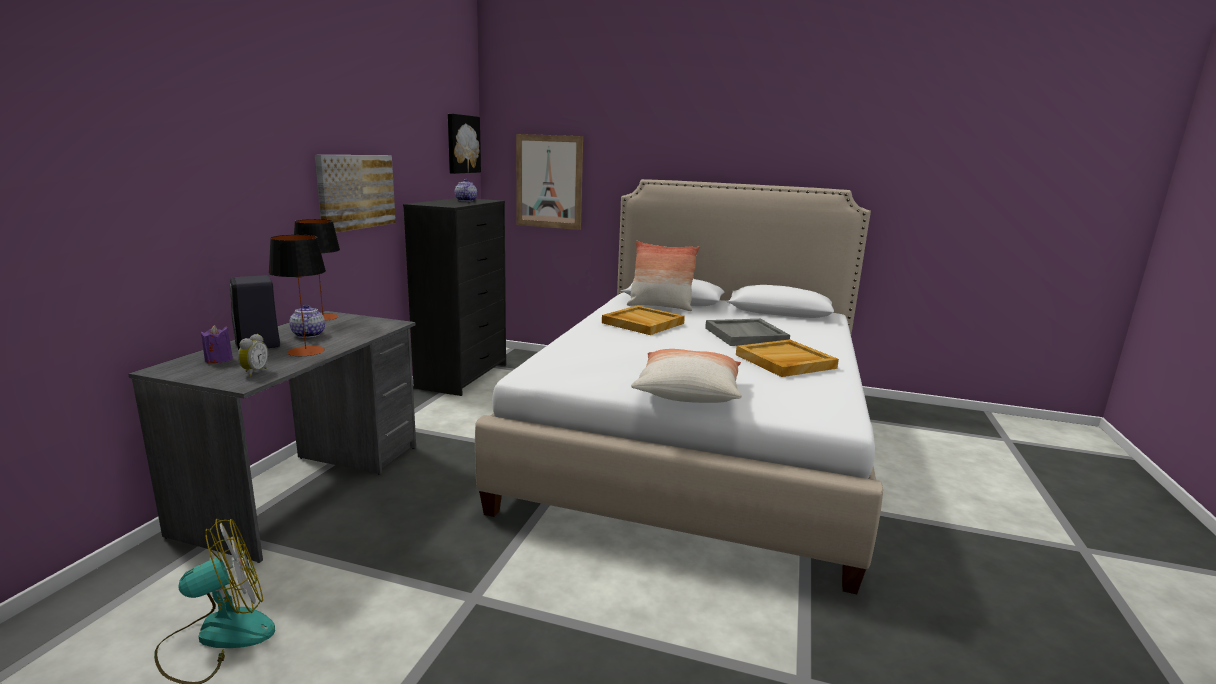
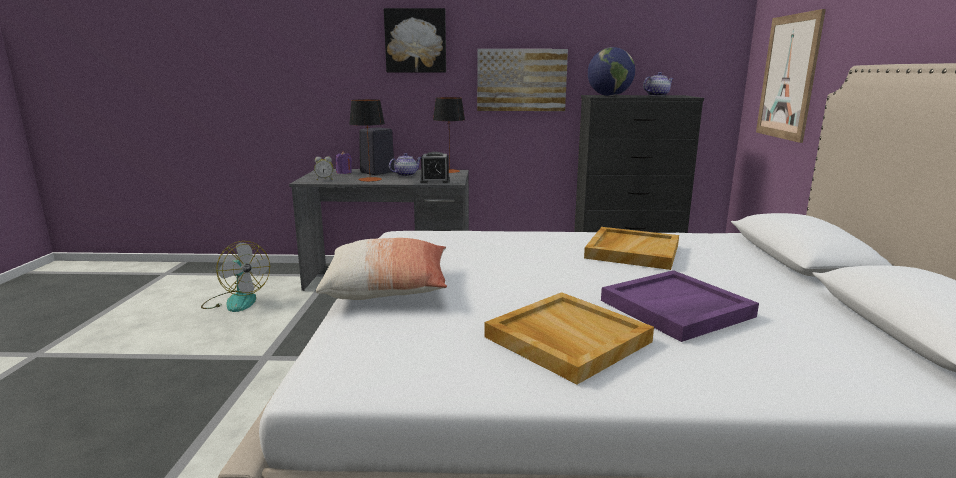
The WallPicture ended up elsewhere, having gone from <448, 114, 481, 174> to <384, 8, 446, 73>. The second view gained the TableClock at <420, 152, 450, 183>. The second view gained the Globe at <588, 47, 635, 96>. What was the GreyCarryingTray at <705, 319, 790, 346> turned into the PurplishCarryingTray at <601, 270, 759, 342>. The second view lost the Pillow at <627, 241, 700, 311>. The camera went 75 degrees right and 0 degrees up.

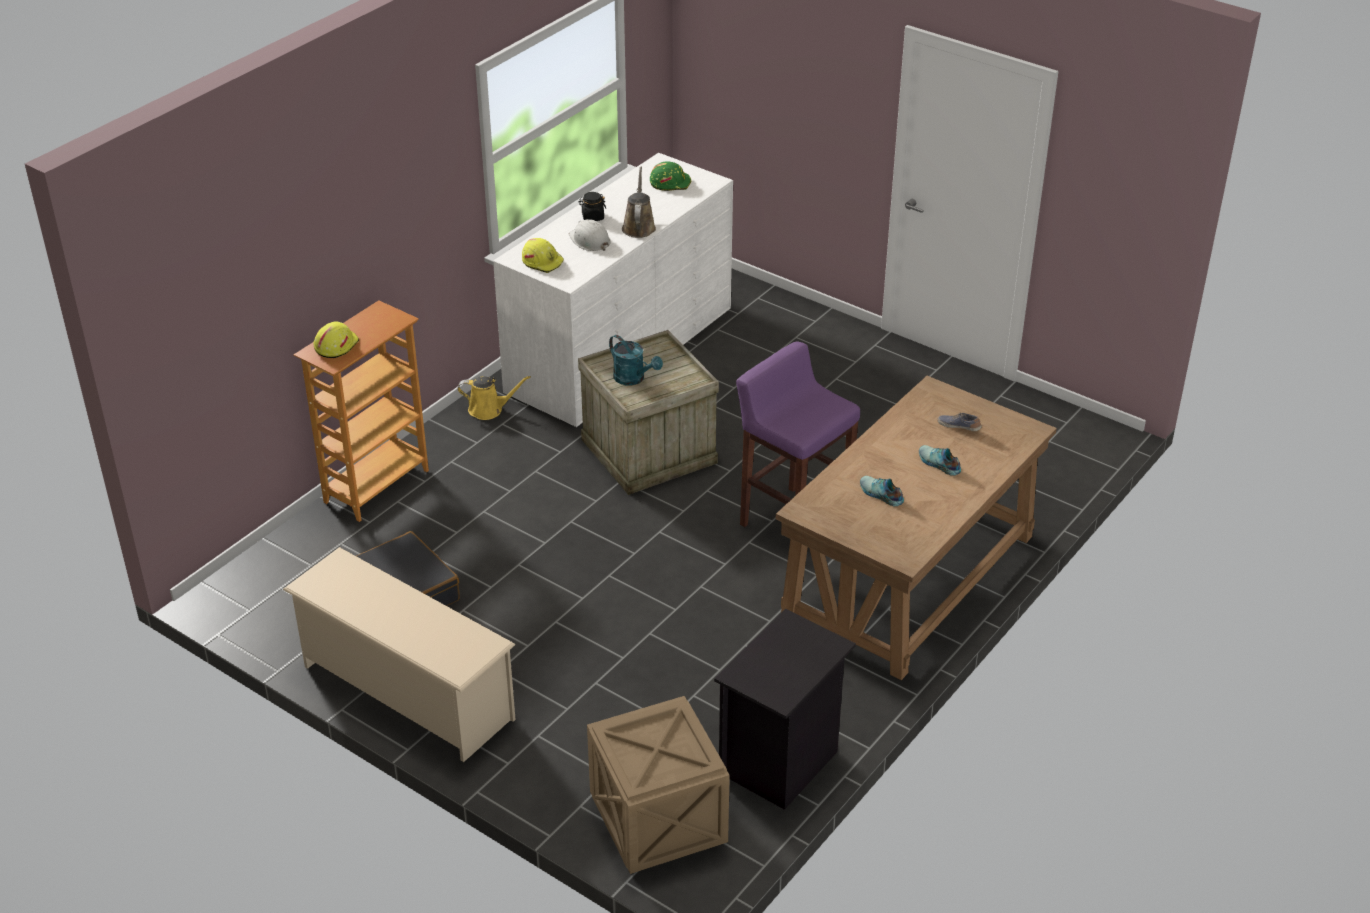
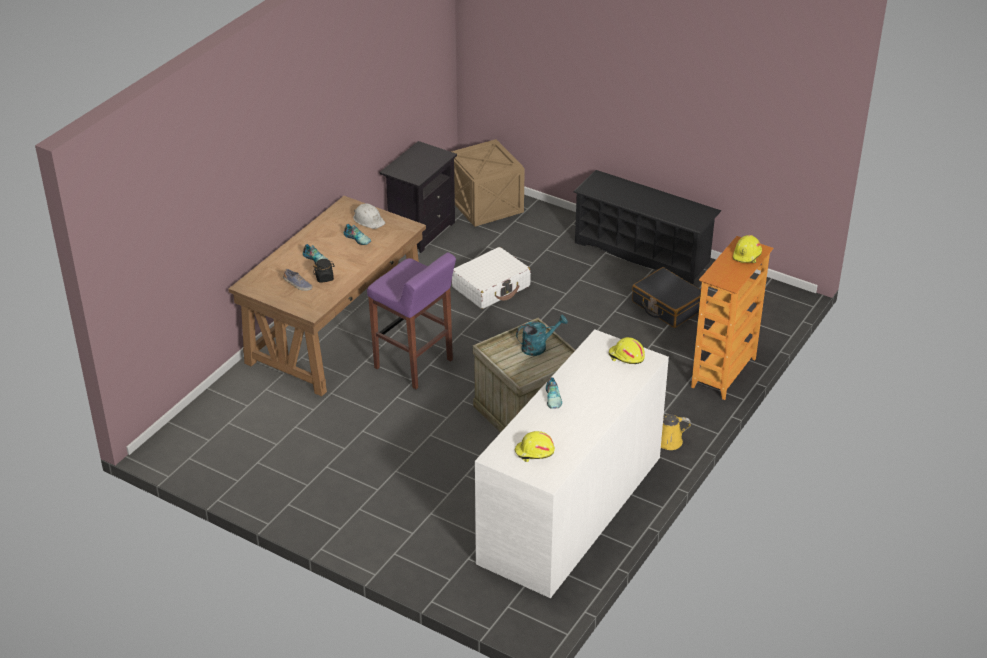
The BlackStorageJar ended up elsewhere, having gone from <579, 192, 606, 221> to <313, 259, 335, 283>. The WhiteColouredHardHat ended up elsewhere, having gone from <569, 219, 611, 251> to <353, 204, 385, 229>. The second view gained the WhiteColouredPieceOfLuggage at <452, 247, 531, 309>. What was the GreenHardHat at <650, 161, 691, 191> turned into the YellowHardHat at <515, 431, 555, 462>. The TurquoiseWateringCan at <609, 335, 663, 385> ended up facing another way, 120 degrees clockwise from before. Where the BrownWateringCan stood at <622, 167, 656, 238>, the Shoe came to stand at <546, 377, 562, 409>. What was the BeigeShoeRack at <283, 547, 516, 762> turned into the BlackShoeRack at <573, 170, 721, 284>. The camera went 175 degrees right and 0 degrees up.

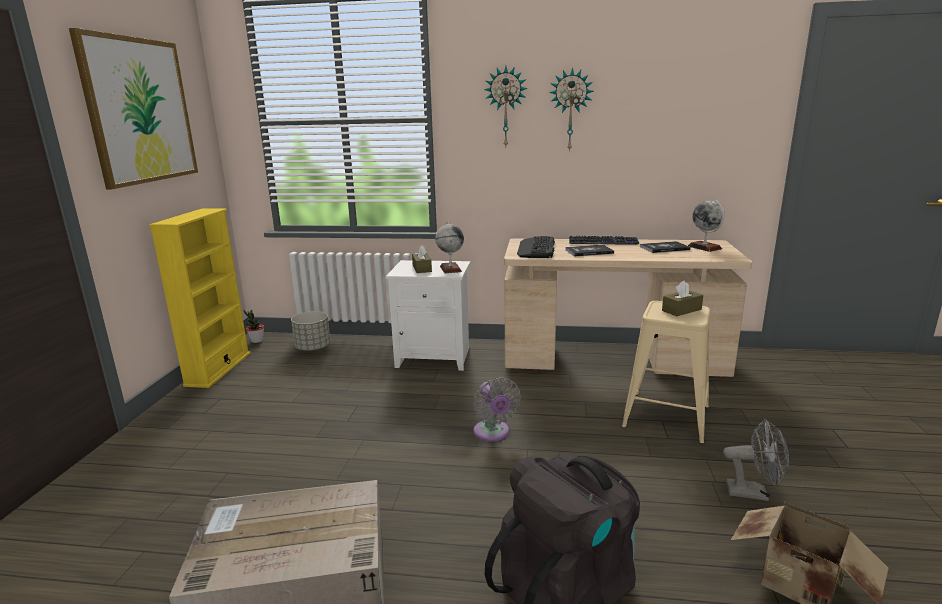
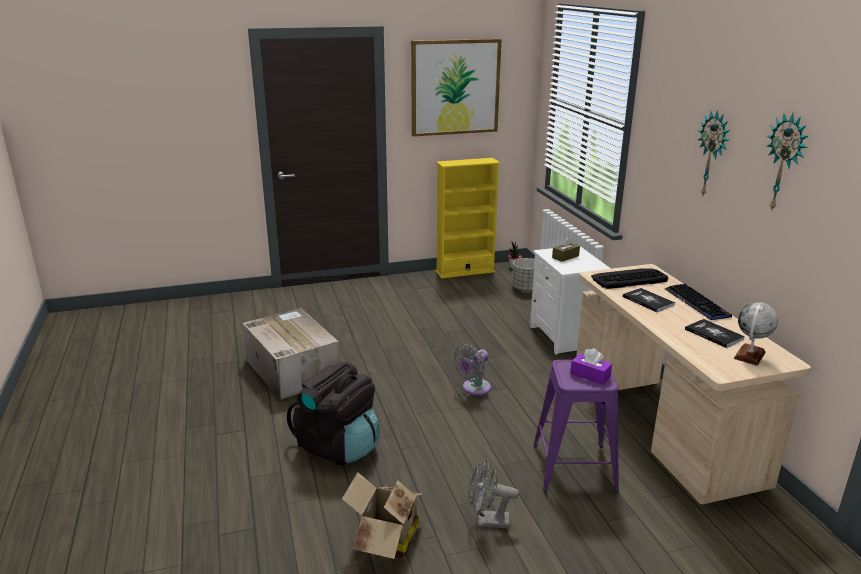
The GreyCoolingFan at <723, 419, 789, 501> ended up facing another way, 105 degrees clockwise from before. What was the BeigeStoolSeat at <622, 301, 710, 444> turned into the PurplishStoolSeat at <533, 360, 619, 492>. What was the BrownBoxOfTissues at <662, 281, 703, 316> turned into the PurplishBoxOfTissues at <570, 348, 612, 385>. The HangingClock ended up elsewhere, having gone from <484, 66, 528, 147> to <767, 113, 808, 212>. The second view lost the Globe at <435, 222, 464, 273>. The camera went 65 degrees right and 5 degrees up.

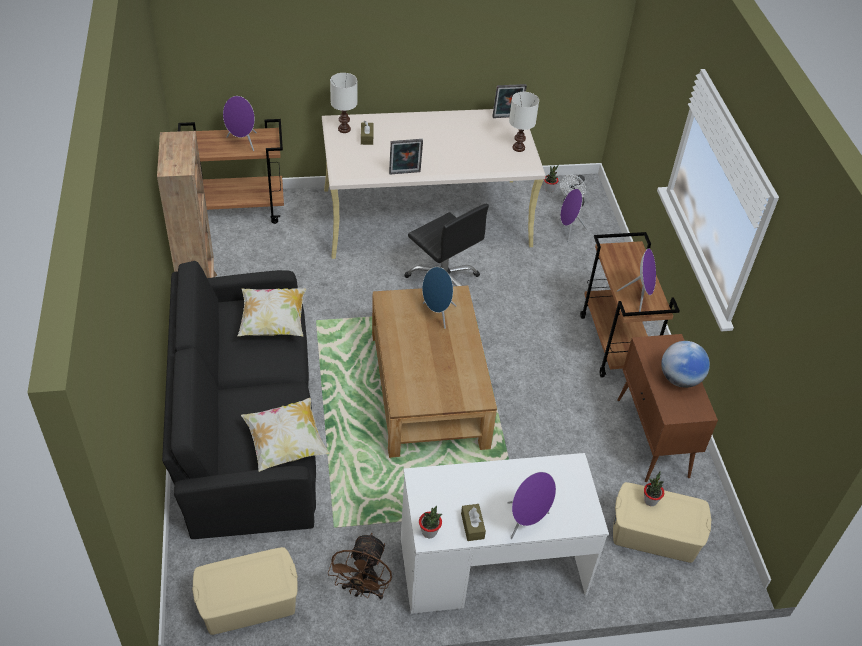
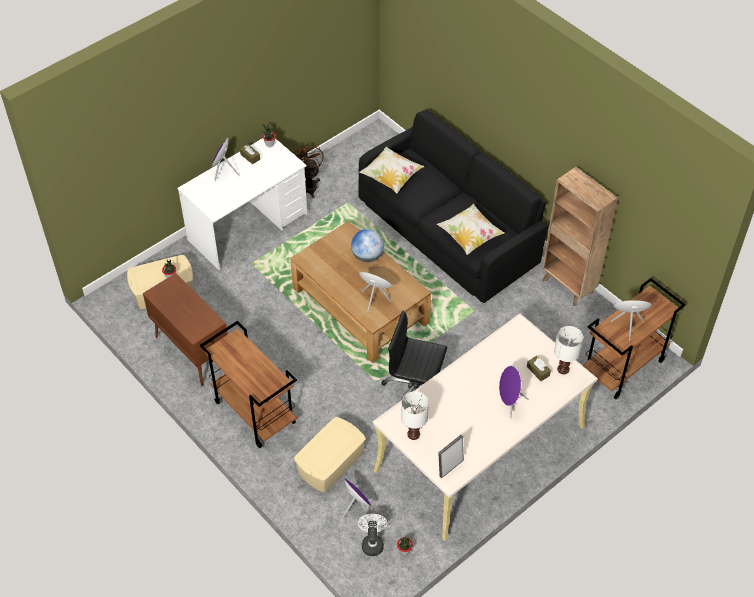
The BeigeStorageContainer ended up elsewhere, having gone from <192, 547, 298, 635> to <294, 417, 366, 493>. The Globe ended up elsewhere, having gone from <661, 341, 710, 388> to <351, 229, 384, 262>. The PurplishLoudspeaker ended up elsewhere, having gone from <617, 248, 656, 312> to <499, 366, 529, 418>. The second view lost the PhotoFrame at <389, 139, 423, 175>. The camera went 150 degrees right and 5 degrees up.

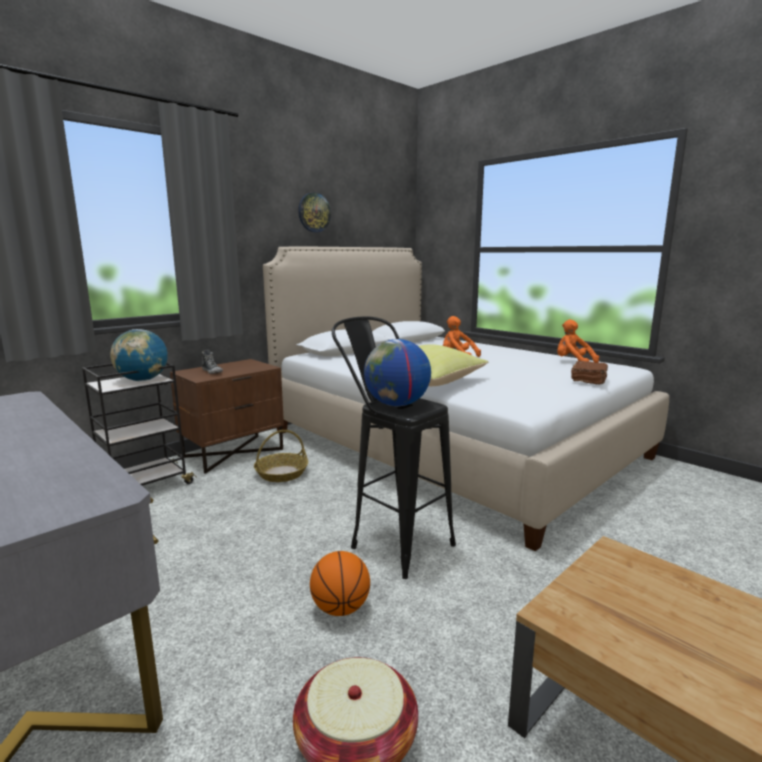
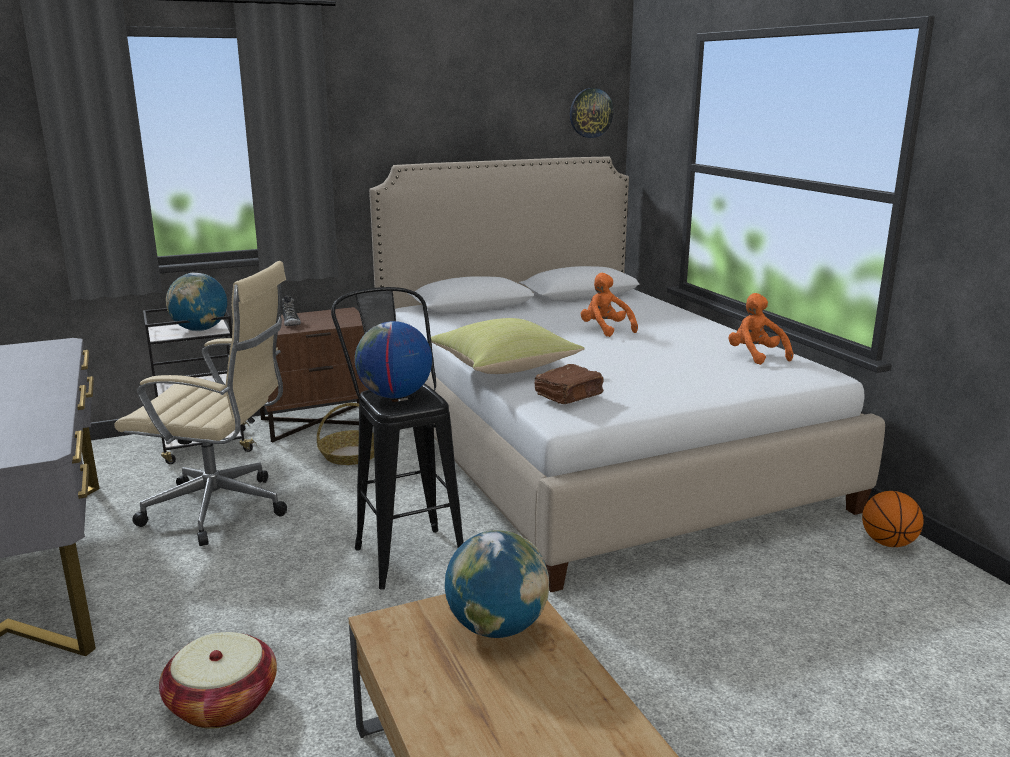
The second view gained the BeigeOfficeChair at <114, 261, 287, 546>. The second view gained the Globe at <445, 530, 549, 638>. The BrownVolume ended up elsewhere, having gone from <571, 360, 608, 384> to <534, 364, 604, 404>. The HangingClock ended up elsewhere, having gone from <298, 192, 331, 232> to <570, 88, 614, 138>. The BallForBasketball ended up elsewhere, having gone from <310, 551, 370, 616> to <862, 491, 924, 547>. The camera went 20 degrees right and 5 degrees up.

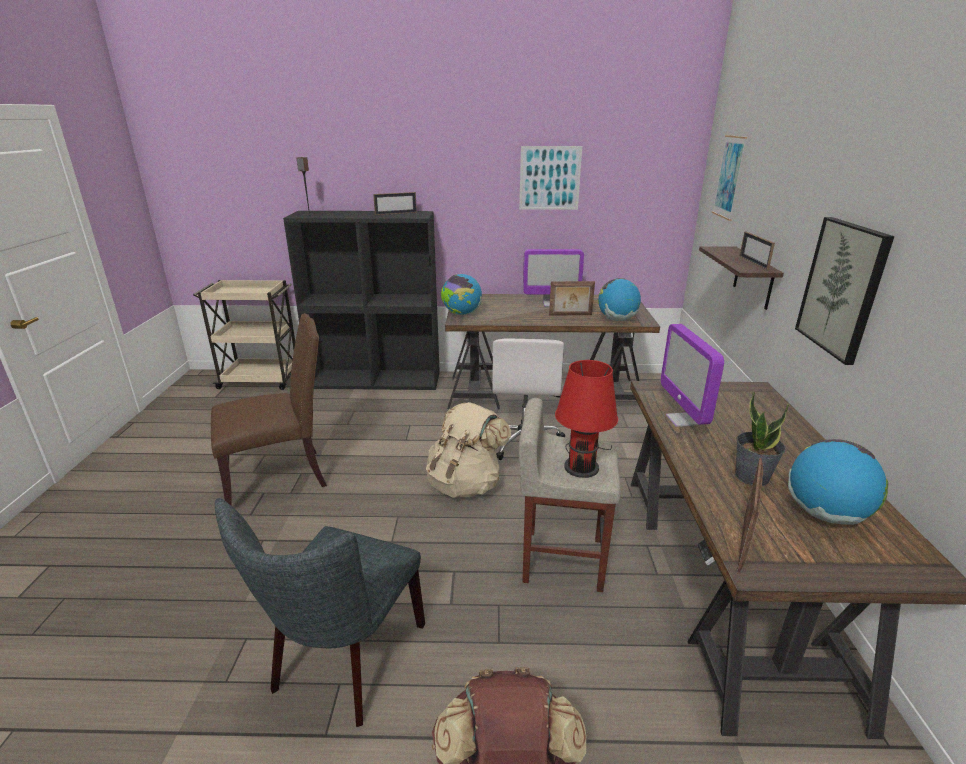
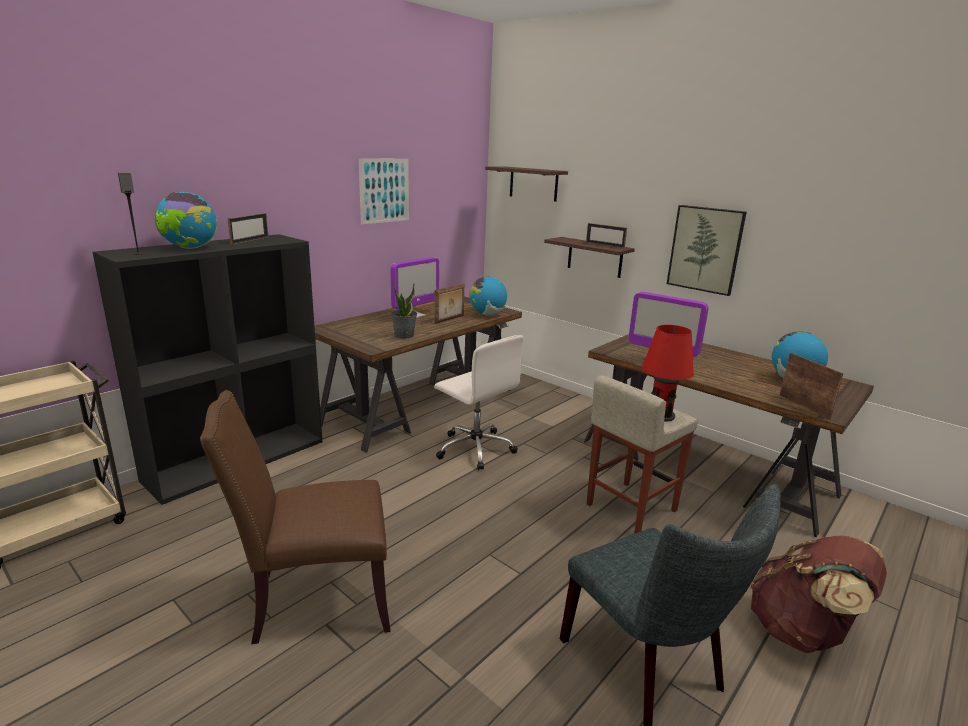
The Globe ended up elsewhere, having gone from <441, 274, 482, 315> to <155, 192, 217, 249>. The BrownPlainChair at <211, 313, 327, 505> ended up facing another way, 120 degrees counterclockwise from before. The PottedPlant ended up elsewhere, having gone from <735, 391, 789, 486> to <391, 281, 417, 339>. Where the WallPicture hung at <712, 135, 747, 221>, the BracketShelf came to hang at <485, 166, 568, 202>. The second view lost the BeigeKnapsack at <426, 402, 511, 498>. The camera went 50 degrees left and 5 degrees down.

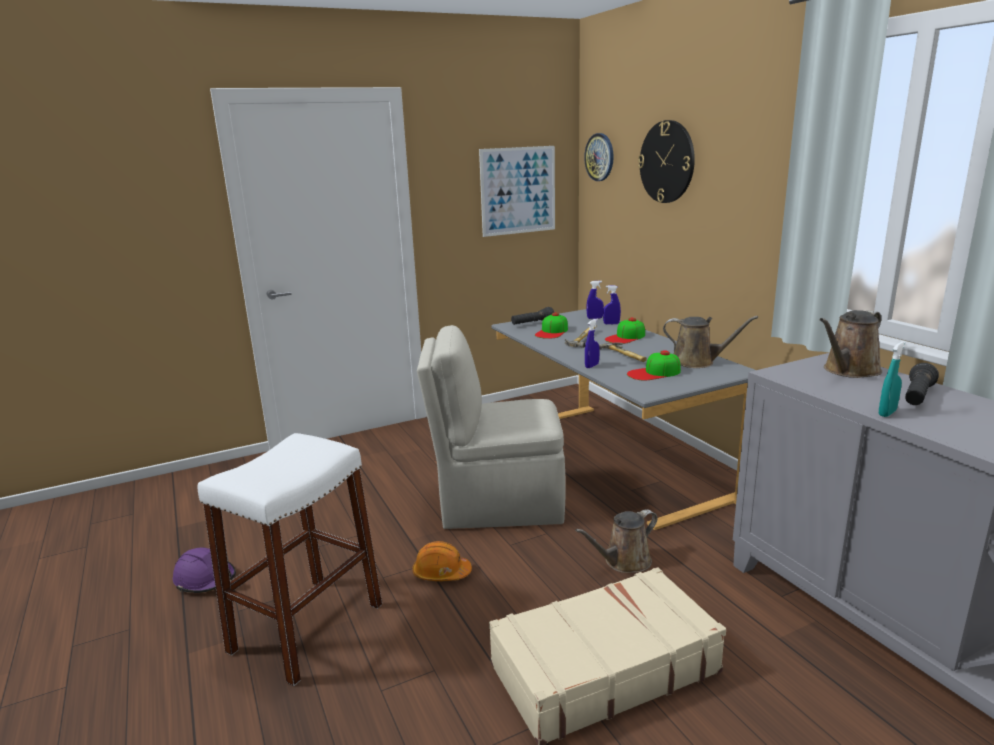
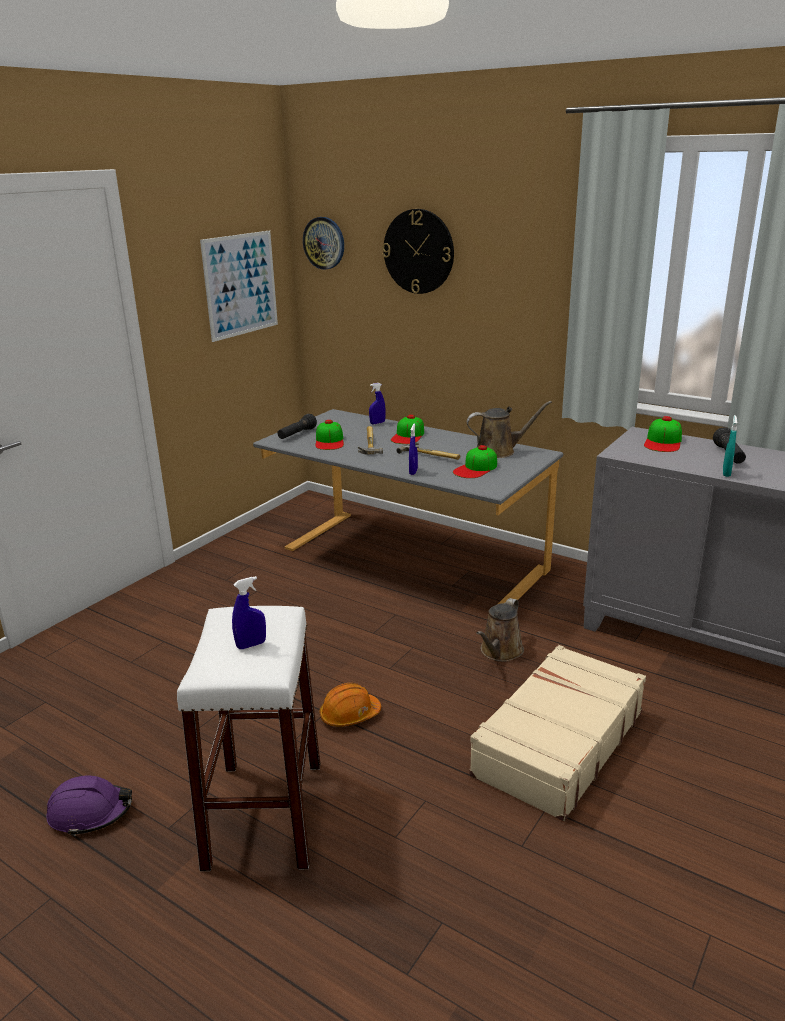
The BlueSprayer ended up elsewhere, having gone from <586, 281, 604, 319> to <232, 576, 266, 649>. Where the BrownWateringCan stood at <820, 310, 882, 378>, the Cap came to stand at <644, 416, 682, 452>. The second view lost the BeigePlainChair at <417, 325, 566, 529>. The camera went 30 degrees left and 5 degrees up.

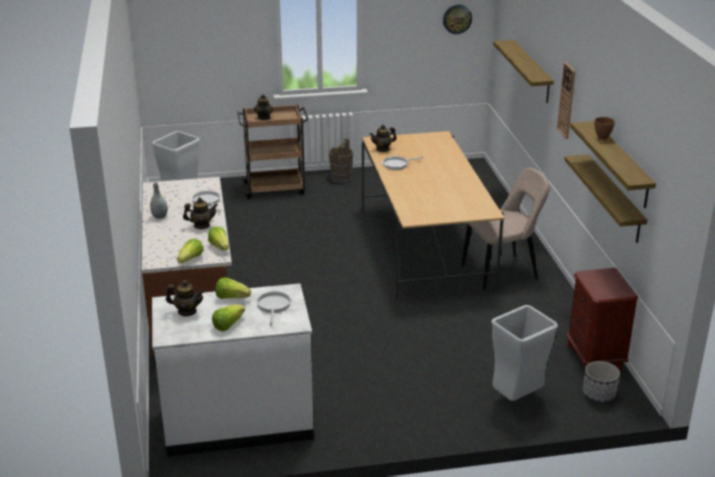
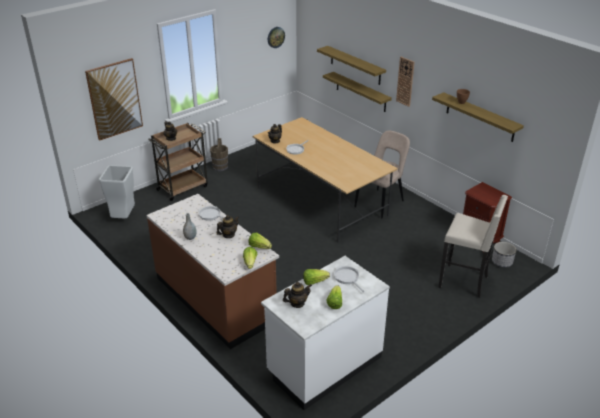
The second view gained the WallPicture at <85, 58, 143, 141>. The BracketShelf ended up elsewhere, having gone from <564, 154, 647, 243> to <323, 72, 392, 112>. Where the GreyRubbishBin stood at <491, 305, 558, 401>, the BeigeStoolSeat came to stand at <438, 195, 508, 298>. The camera went 30 degrees left and 5 degrees up.

